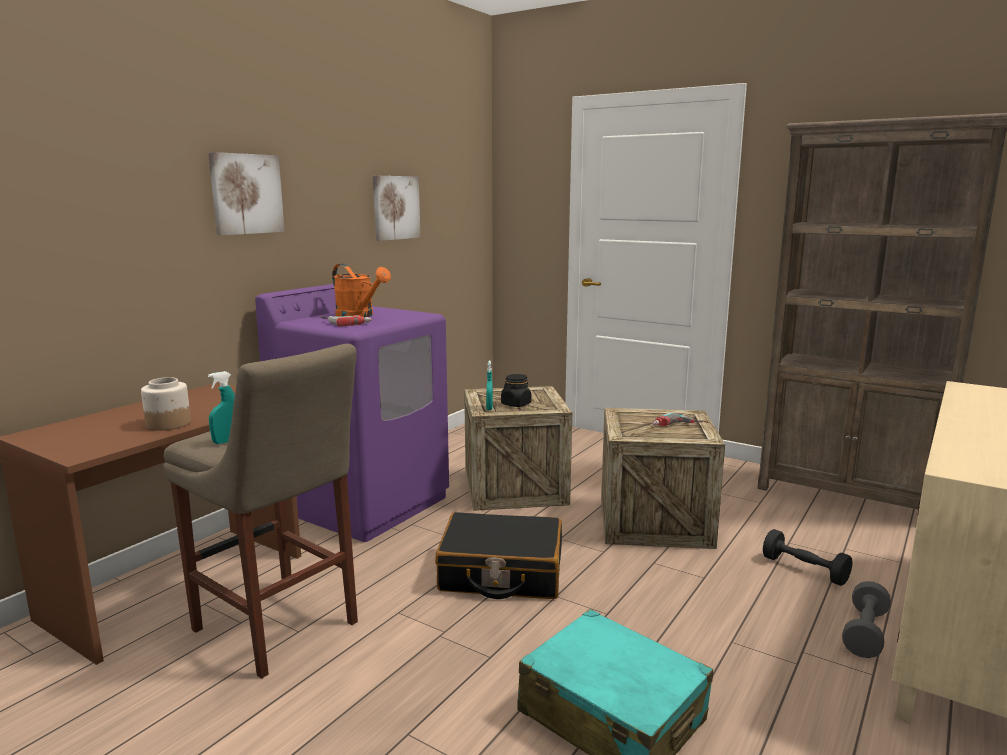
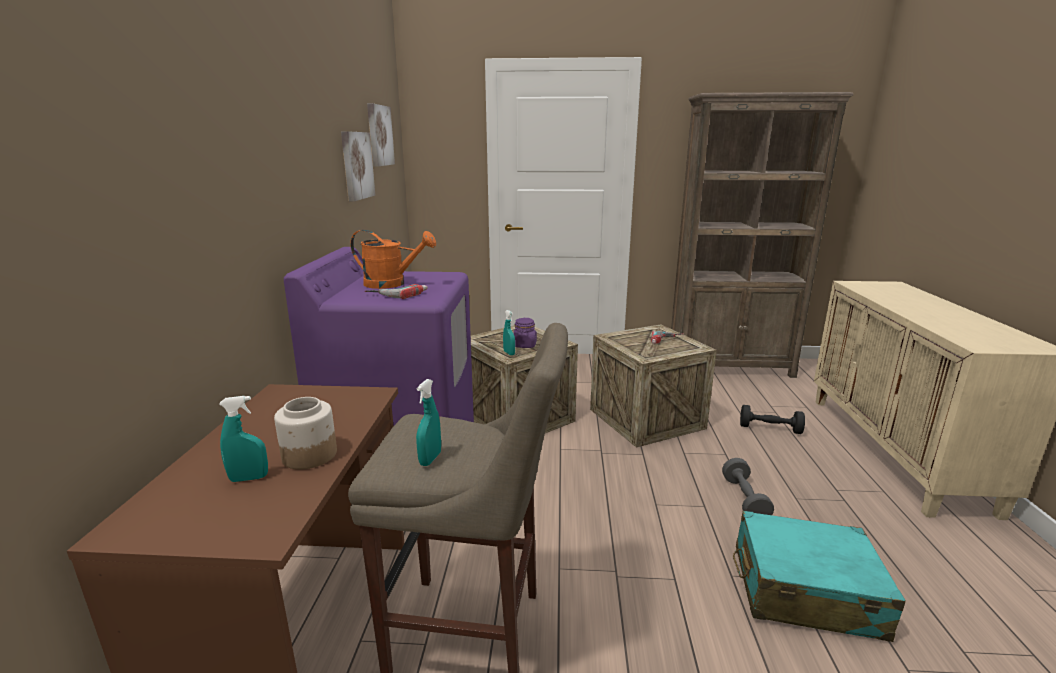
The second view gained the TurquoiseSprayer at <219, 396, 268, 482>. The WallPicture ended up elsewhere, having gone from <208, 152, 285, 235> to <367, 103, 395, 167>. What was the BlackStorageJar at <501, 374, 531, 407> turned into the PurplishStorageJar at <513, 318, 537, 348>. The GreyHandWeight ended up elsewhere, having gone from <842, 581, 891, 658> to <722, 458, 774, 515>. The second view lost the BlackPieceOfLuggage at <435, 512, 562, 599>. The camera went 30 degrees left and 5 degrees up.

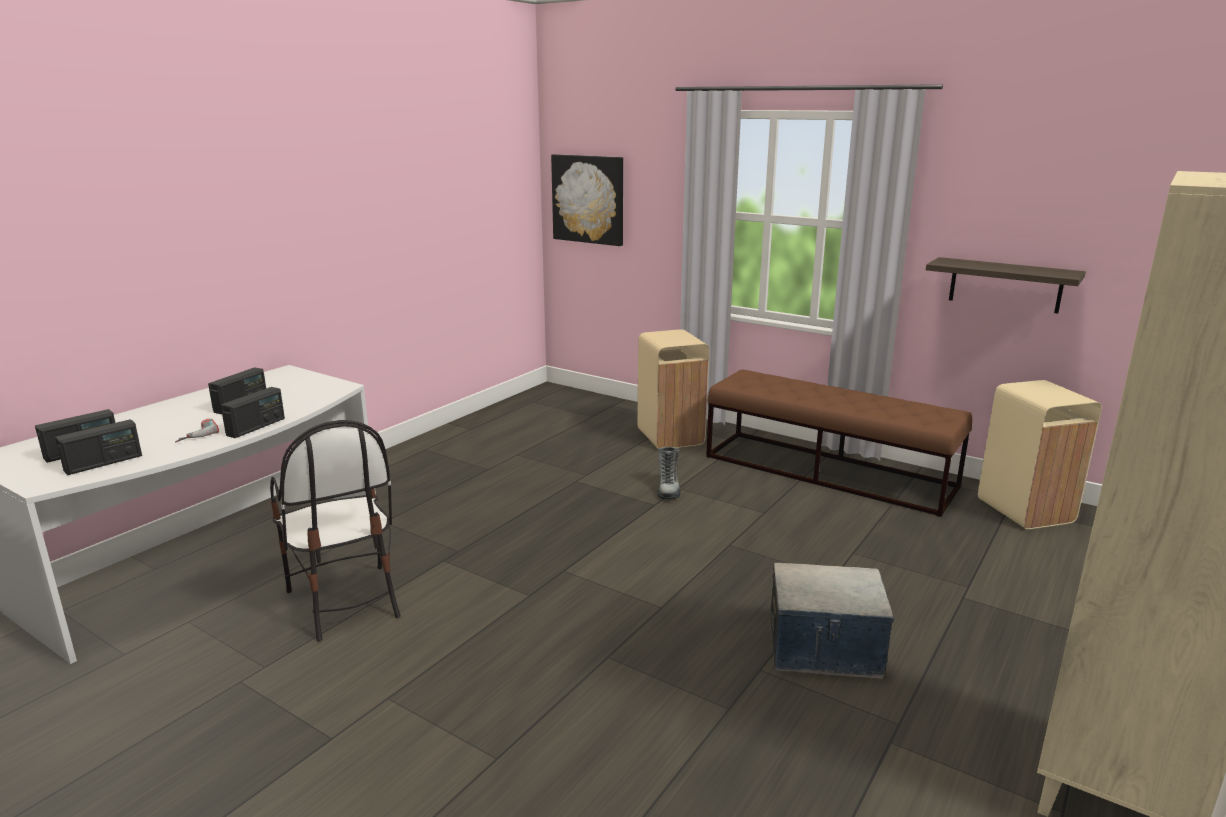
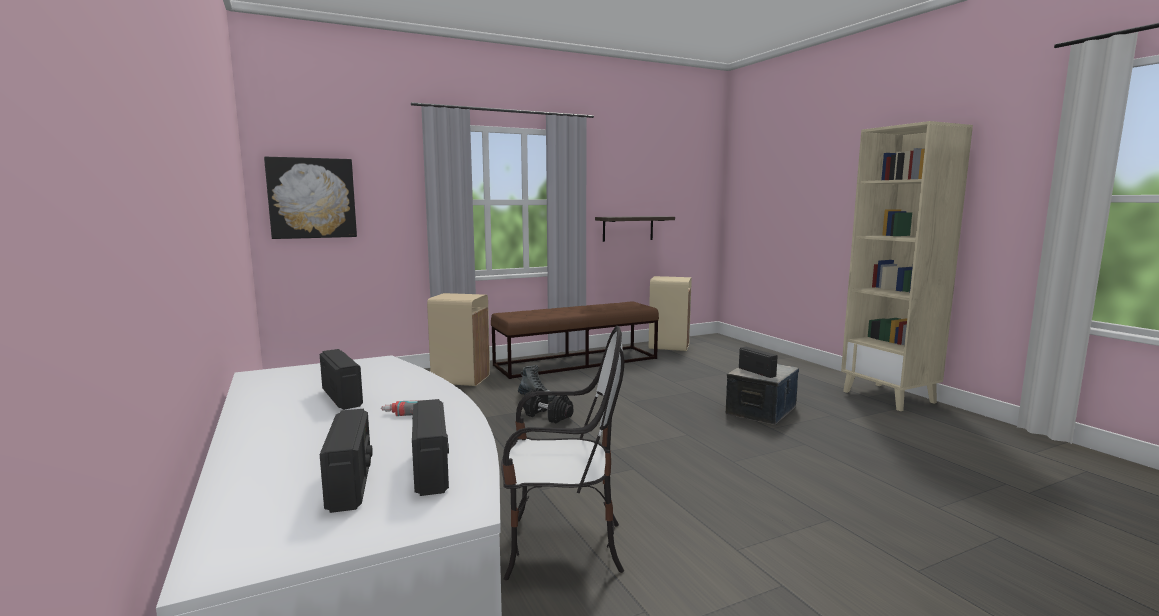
The second view gained the BlackHandWeight at <523, 388, 574, 423>. The RadioReceiver ended up elsewhere, having gone from <221, 387, 285, 438> to <739, 347, 778, 378>. The camera went 60 degrees left and 10 degrees down.

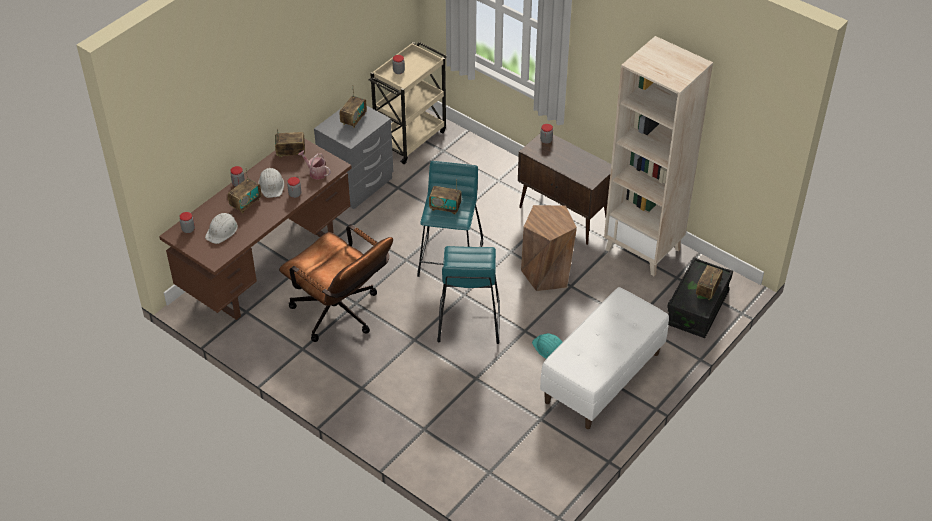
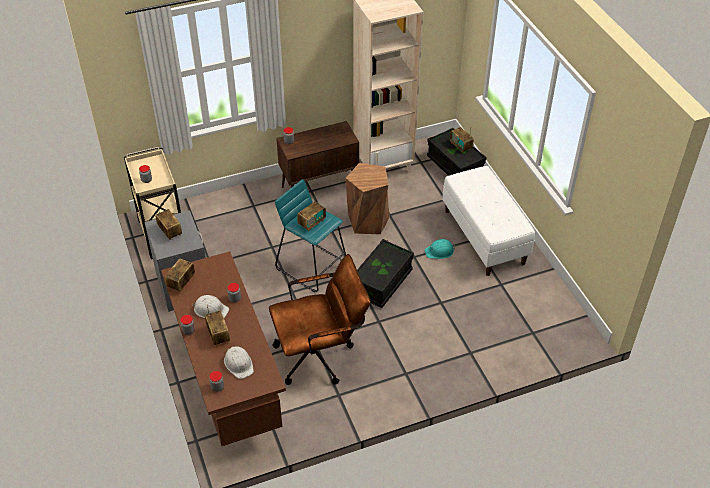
Where the TurquoiseStoolSeat stood at <437, 246, 500, 344>, the BlackStorageContainer came to stand at <357, 239, 414, 308>. The second view lost the WateringCan at <298, 150, 331, 180>. The camera went 60 degrees left and 0 degrees up.

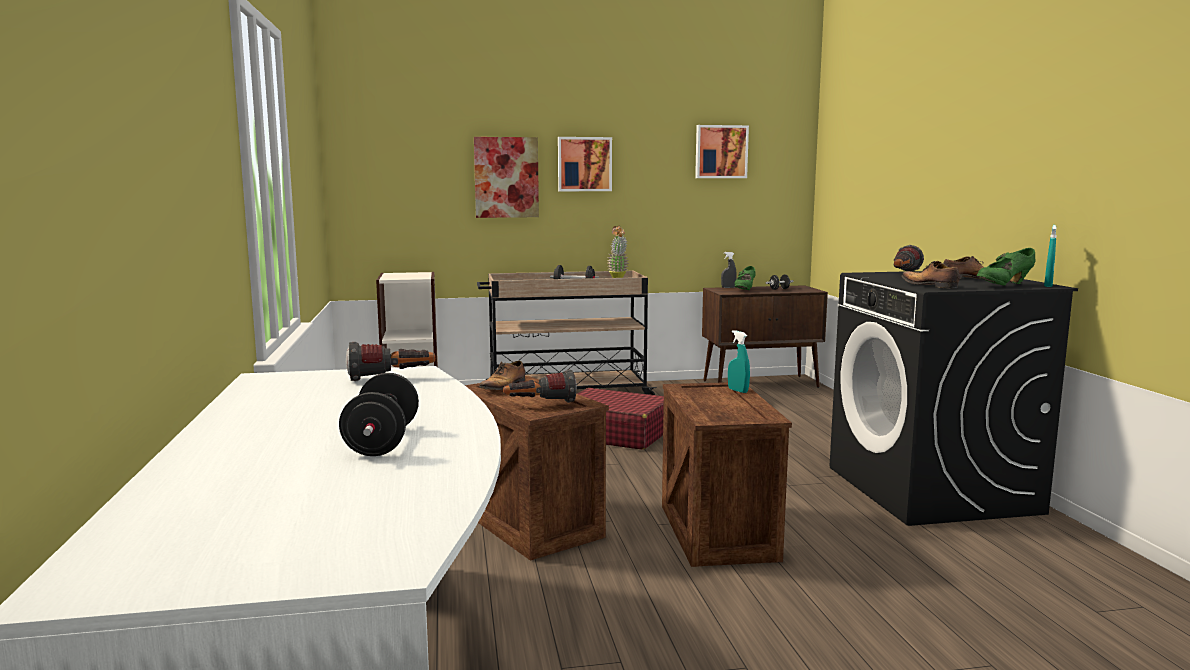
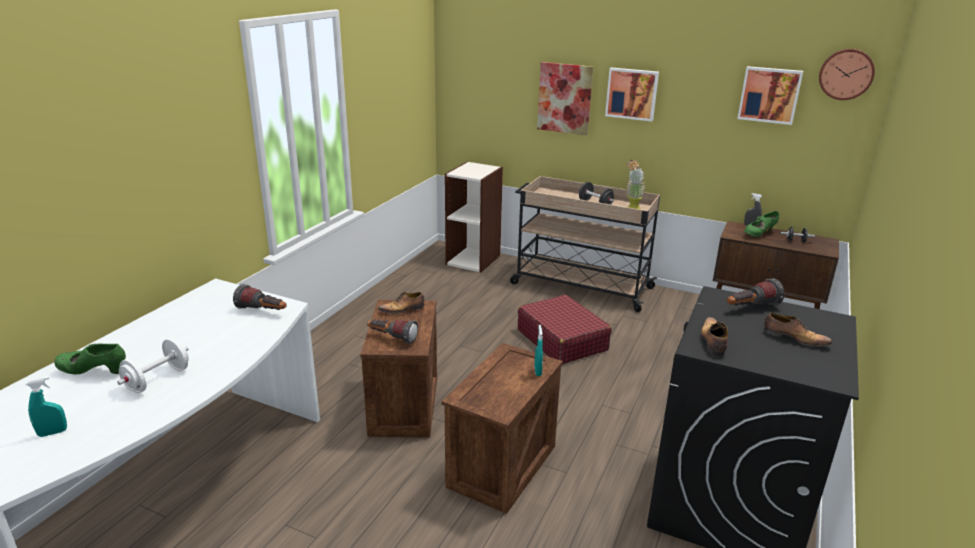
The TurquoiseSprayer ended up elsewhere, having gone from <1044, 225, 1057, 287> to <26, 376, 67, 437>. The GreenShoe ended up elsewhere, having gone from <977, 248, 1035, 285> to <55, 344, 126, 374>. What was the BlackHandWeight at <339, 373, 419, 456> turned into the WhiteColouredHandWeight at <117, 338, 189, 393>. The second view gained the HangingClock at <819, 49, 875, 100>. The camera went 35 degrees right and 15 degrees up.

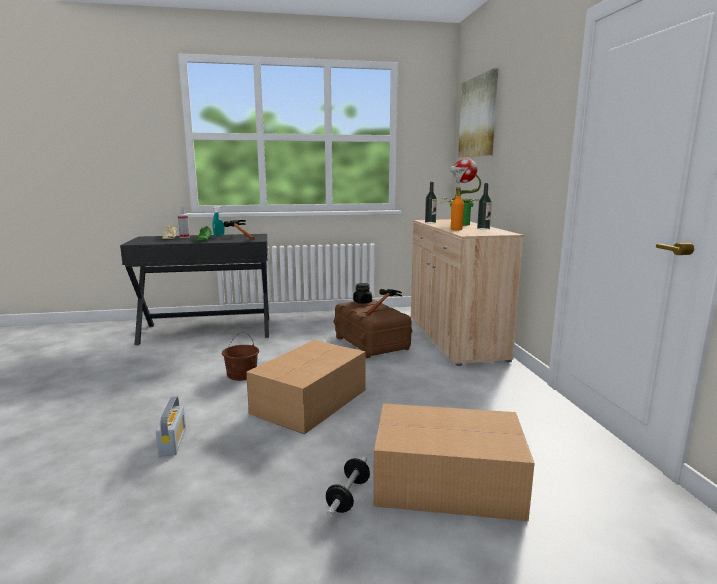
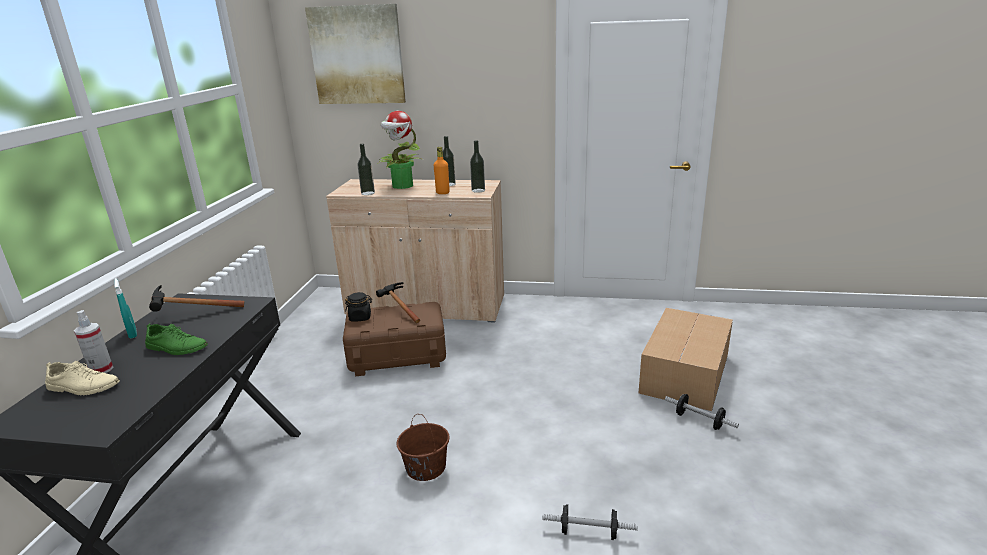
The second view gained the BeverageBottle at <470, 140, 485, 193>. Where the RadioReceiver stood at <156, 396, 186, 457>, the HandWeight came to stand at <543, 504, 638, 540>. The second view lost the PackingBox at <246, 340, 366, 434>. The camera went 70 degrees left and 10 degrees up.

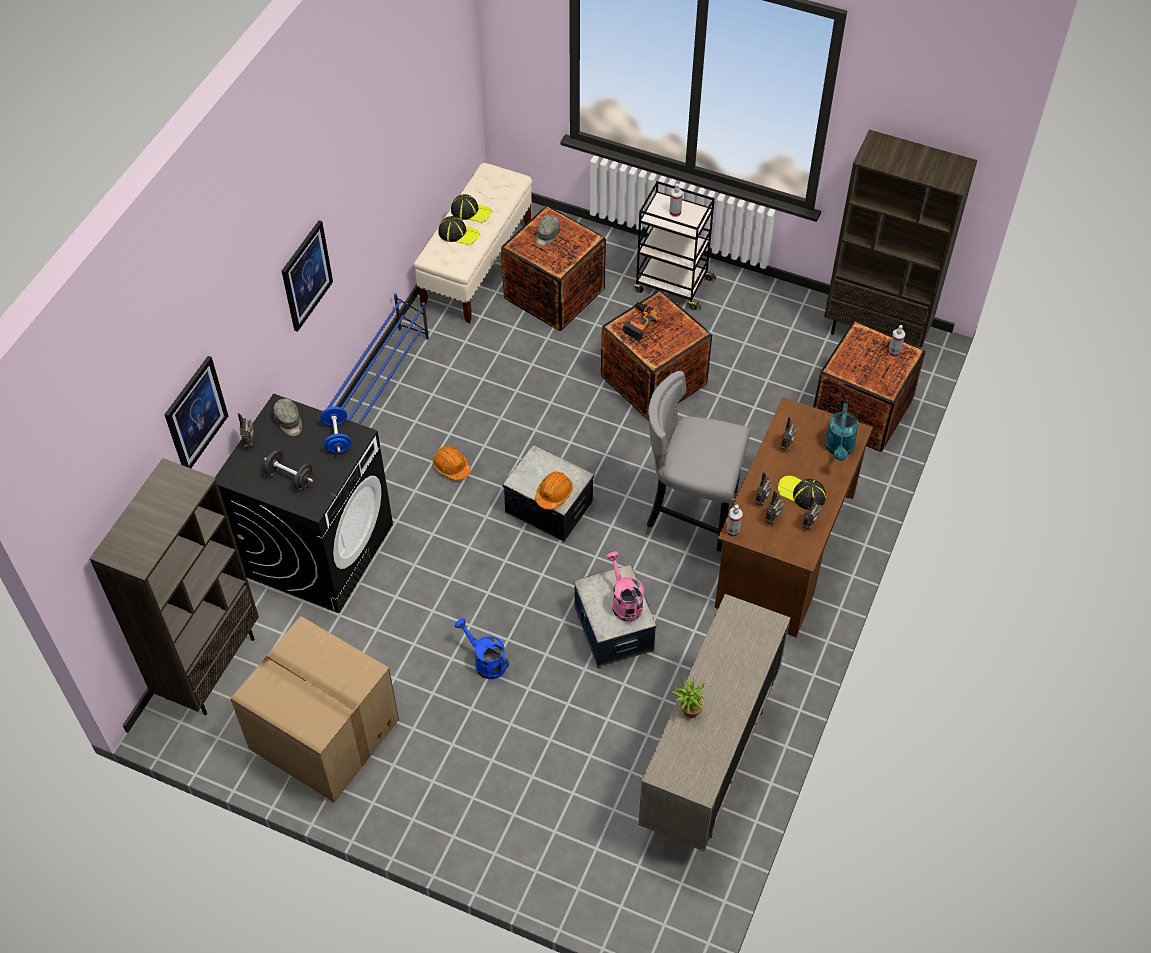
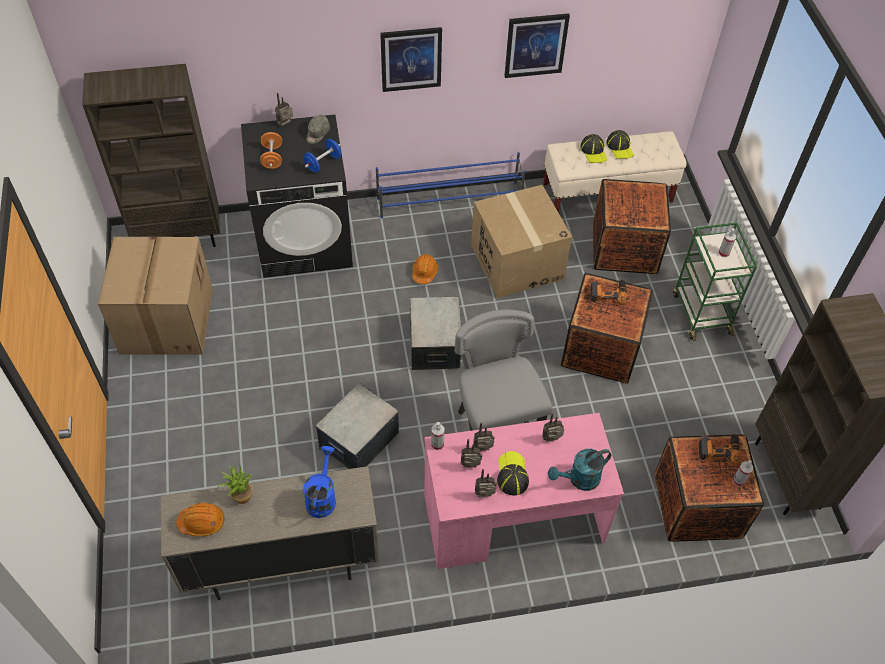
The OrangeyHardHat ended up elsewhere, having gone from <535, 471, 573, 510> to <176, 503, 224, 536>. What was the BlackHandWeight at <264, 450, 313, 490> turned into the OrangeyHandWeight at <260, 132, 282, 169>. The BlueWateringCan ended up elsewhere, having gone from <454, 618, 509, 679> to <303, 446, 336, 518>. What was the BrownDesk at <715, 397, 873, 637> turned into the PinkColouredDesk at <424, 413, 624, 569>. The second view gained the PackingBox at <471, 185, 572, 298>. The WallPicture ended up elsewhere, having gone from <164, 356, 228, 468> to <504, 13, 570, 78>. What was the BlackTrolley at <634, 181, 716, 310> turned into the GreenTrolley at <673, 223, 757, 341>. The second view gained the PowerDrill at <699, 434, 740, 465>. The second view lost the GreyCap at <536, 215, 560, 247>. The second view lost the PinkColouredWateringCan at <606, 551, 644, 621>. The camera went 55 degrees right and 0 degrees up.

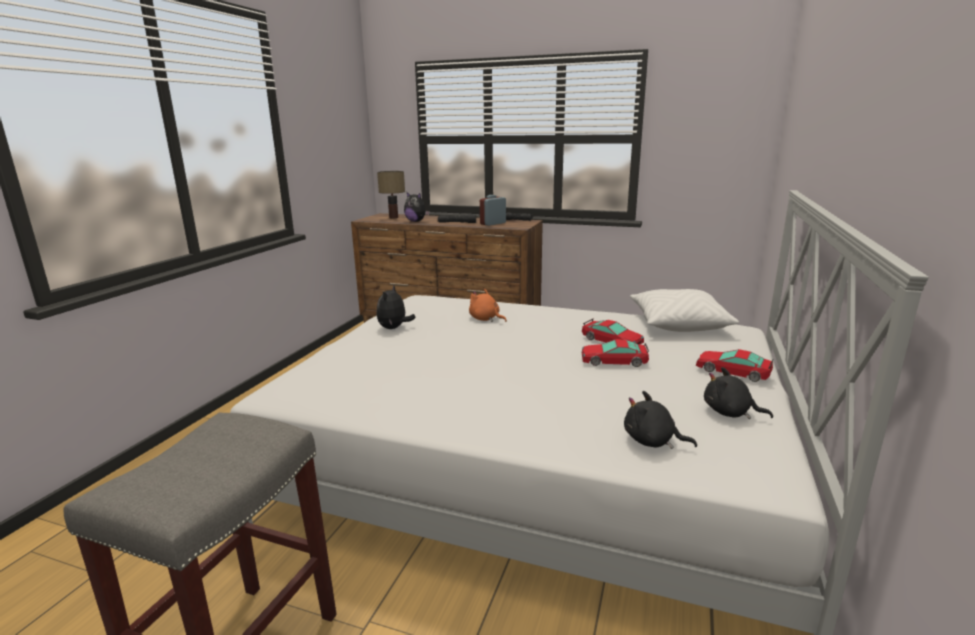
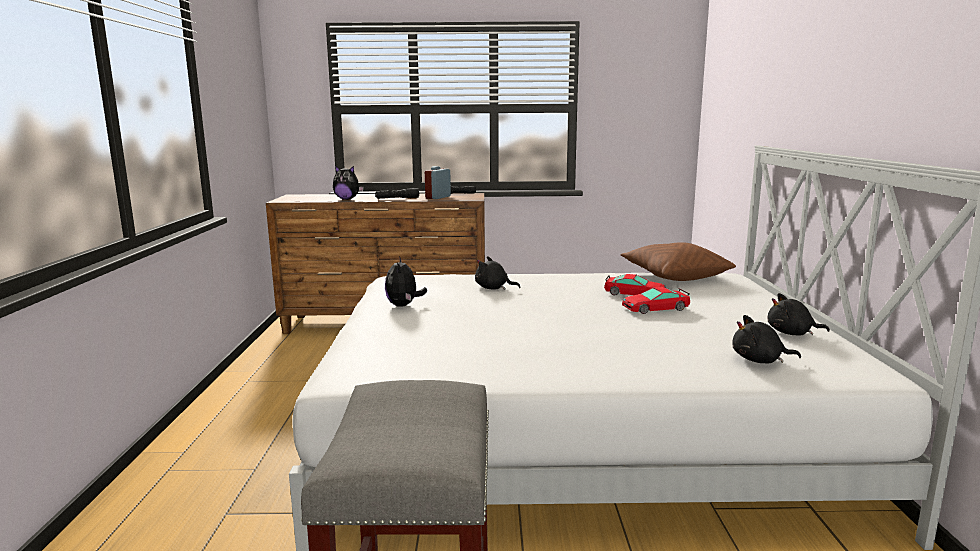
What was the OrangeySoftToy at <469, 289, 507, 322> turned into the BlackSoftToy at <475, 256, 521, 290>. What was the WhiteColouredPillow at <630, 289, 739, 332> turned into the BrownPillow at <621, 242, 736, 281>. The second view lost the TabletopLamp at <377, 171, 405, 219>. The second view lost the MiniatureCar at <696, 349, 774, 382>. The camera went 20 degrees left and 5 degrees down.

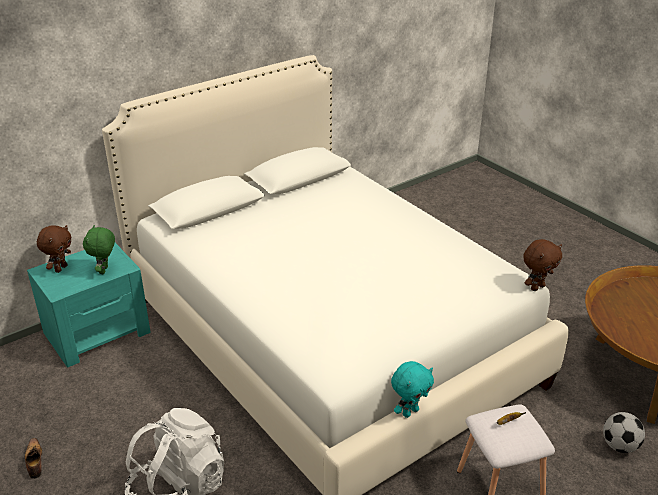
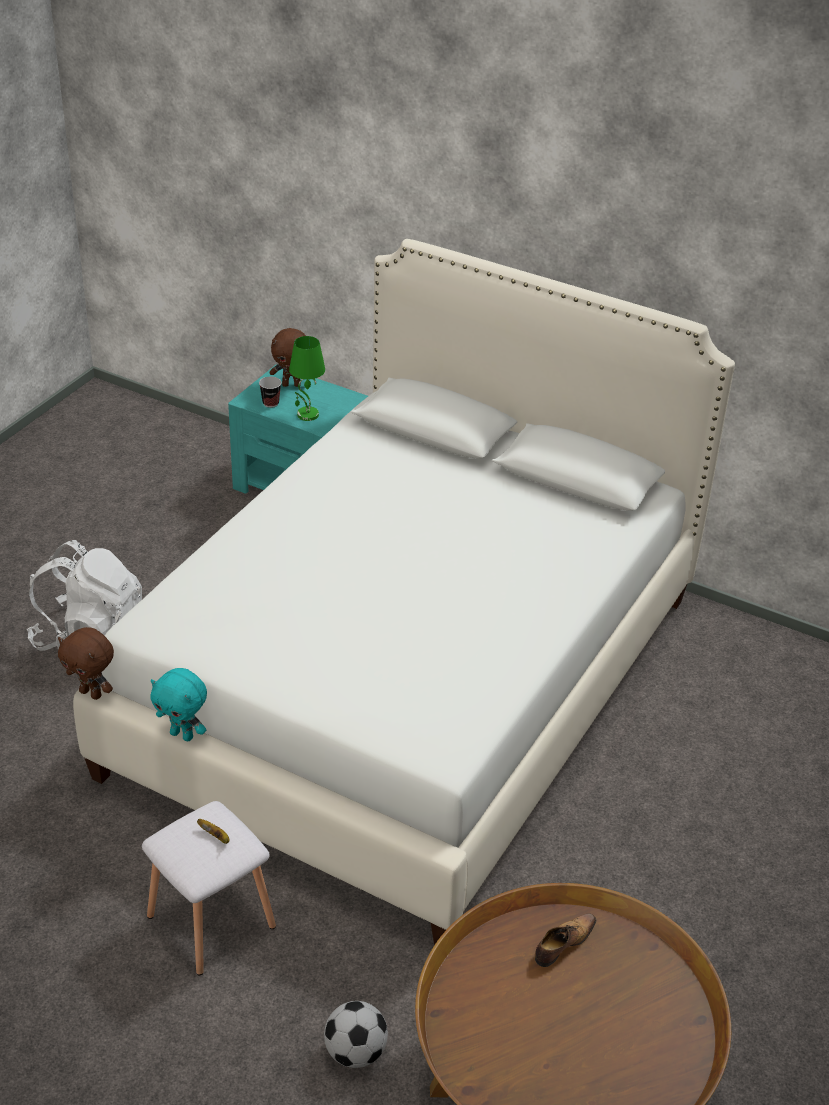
The BrownSoftToy ended up elsewhere, having gone from <523, 239, 562, 291> to <58, 627, 114, 700>. The second view gained the SmallCup at <259, 377, 281, 408>. Where the GreenSoftToy stood at <83, 225, 115, 274>, the GreenTabletopLamp came to stand at <289, 336, 325, 421>. The Shoe ended up elsewhere, having gone from <25, 438, 43, 479> to <535, 913, 596, 967>. The camera went 65 degrees right and 5 degrees up.

